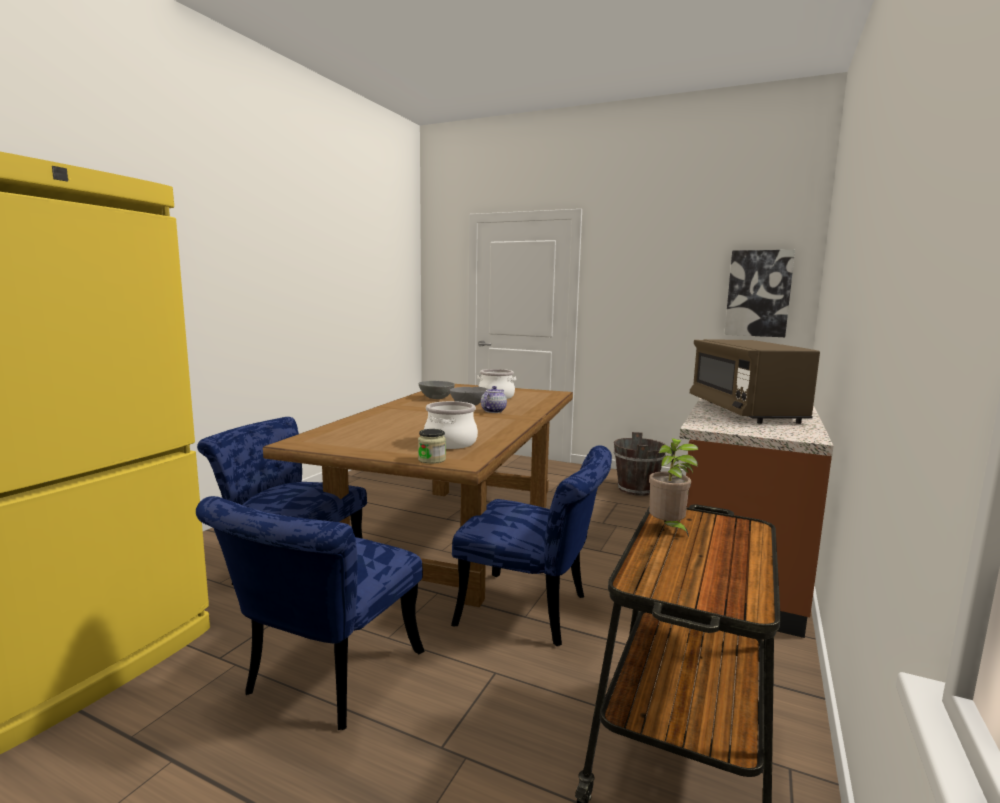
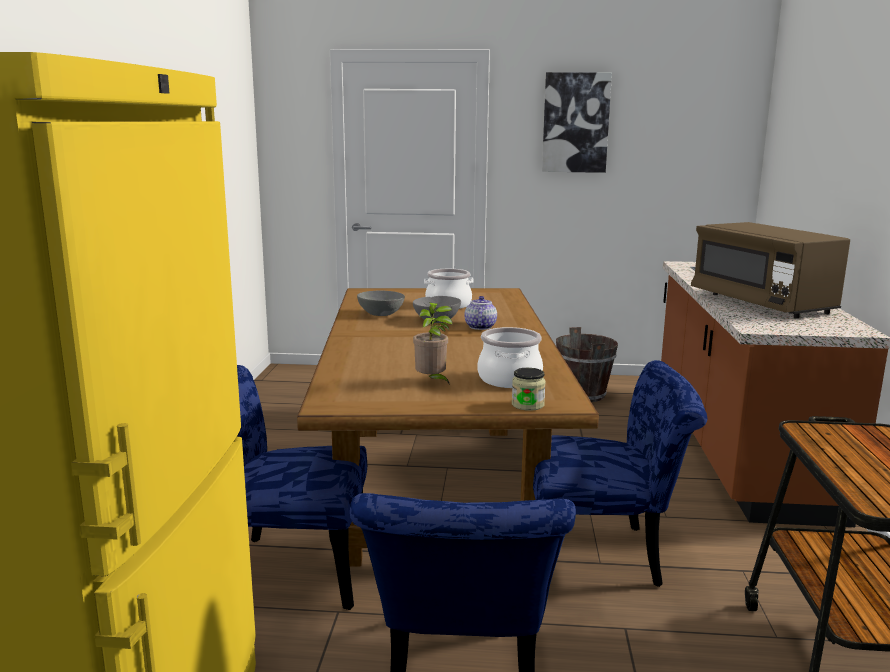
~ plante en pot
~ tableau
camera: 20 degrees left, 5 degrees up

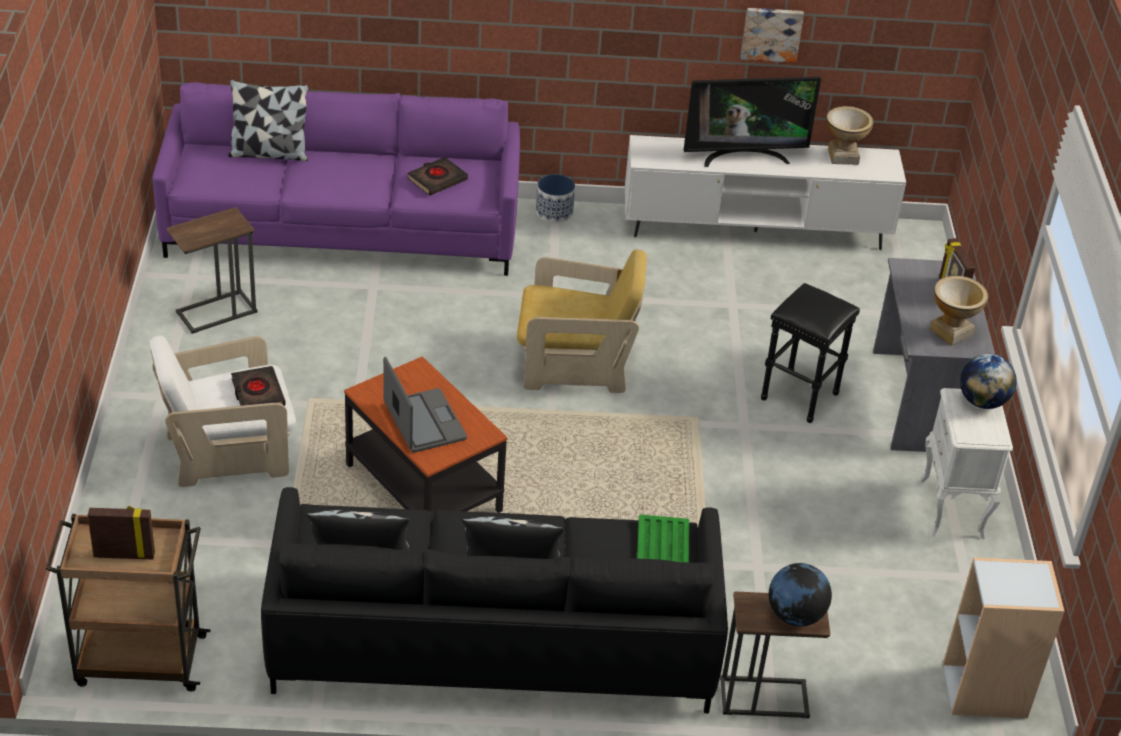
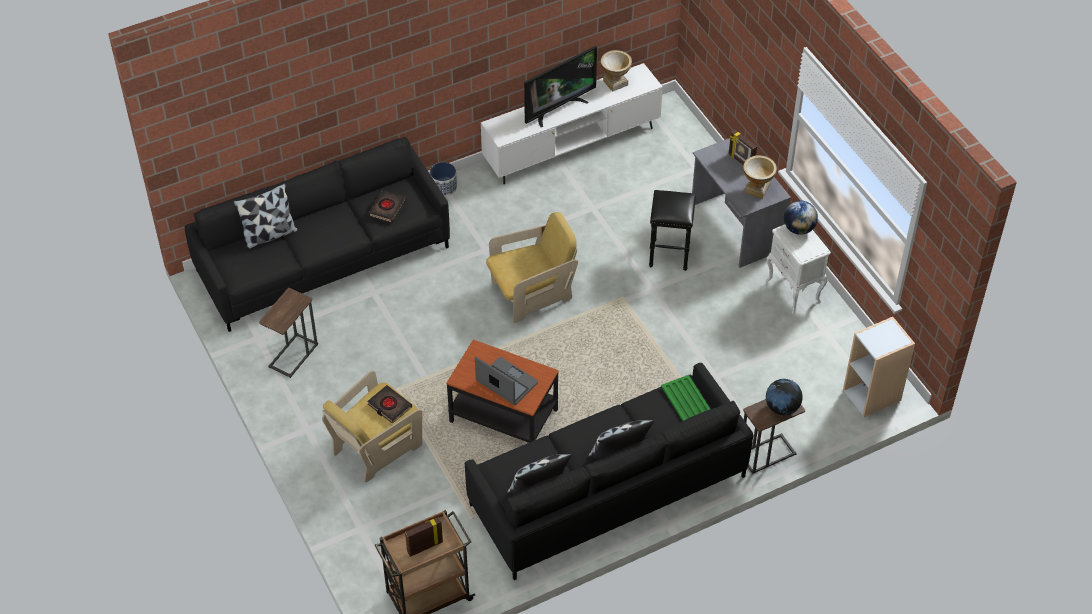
- tableau
~ fauteuil [blanc] to fauteuil [jaune] (no. 1 from left)
~ canapé [violet] to canapé [noir] (no. 1 from left)
camera: 25 degrees left, 10 degrees up

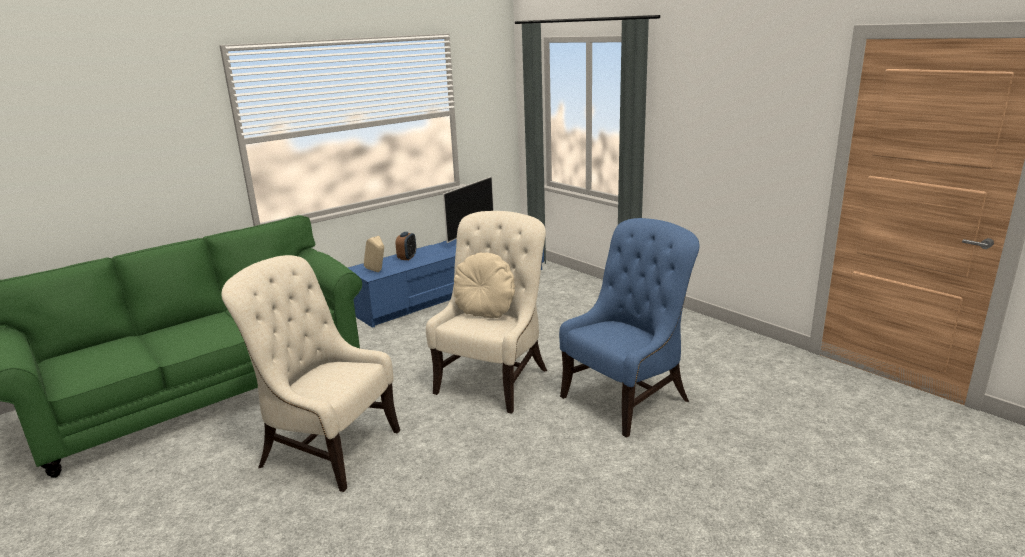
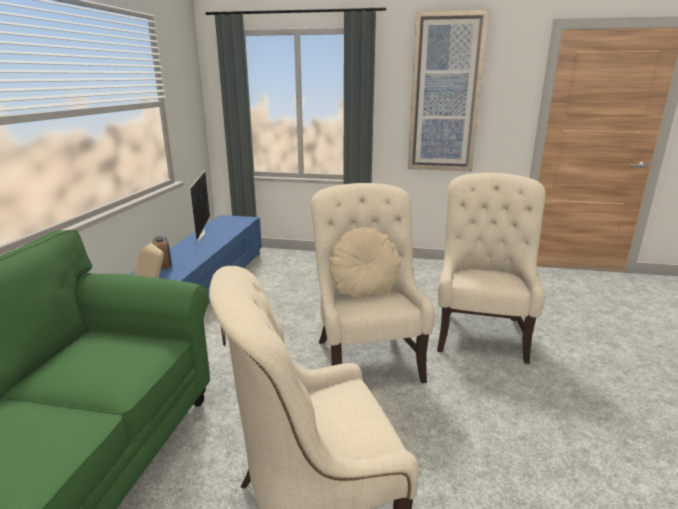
+ tableau
~ fauteuil [bleu] to fauteuil [beige] (no. 3 from left)
camera: 40 degrees left, 0 degrees up

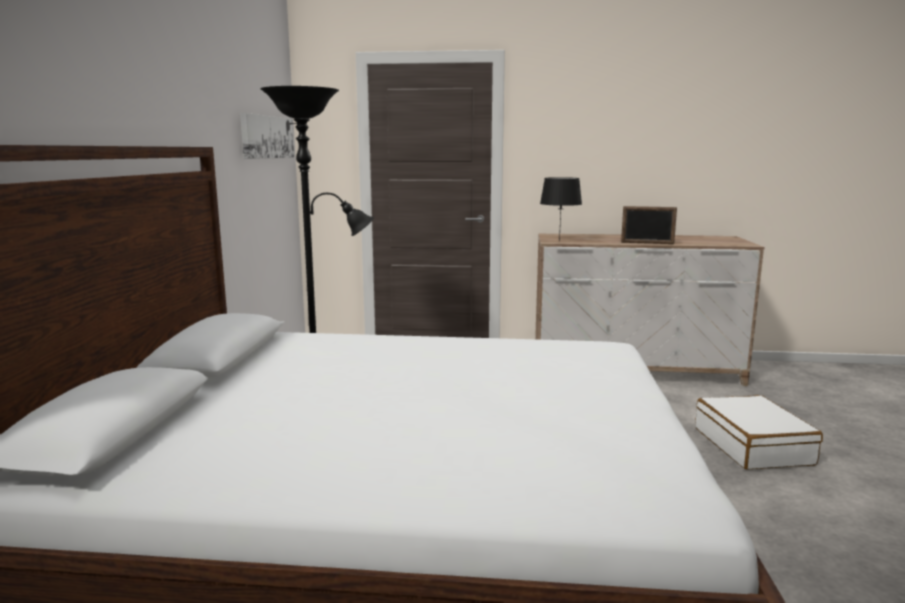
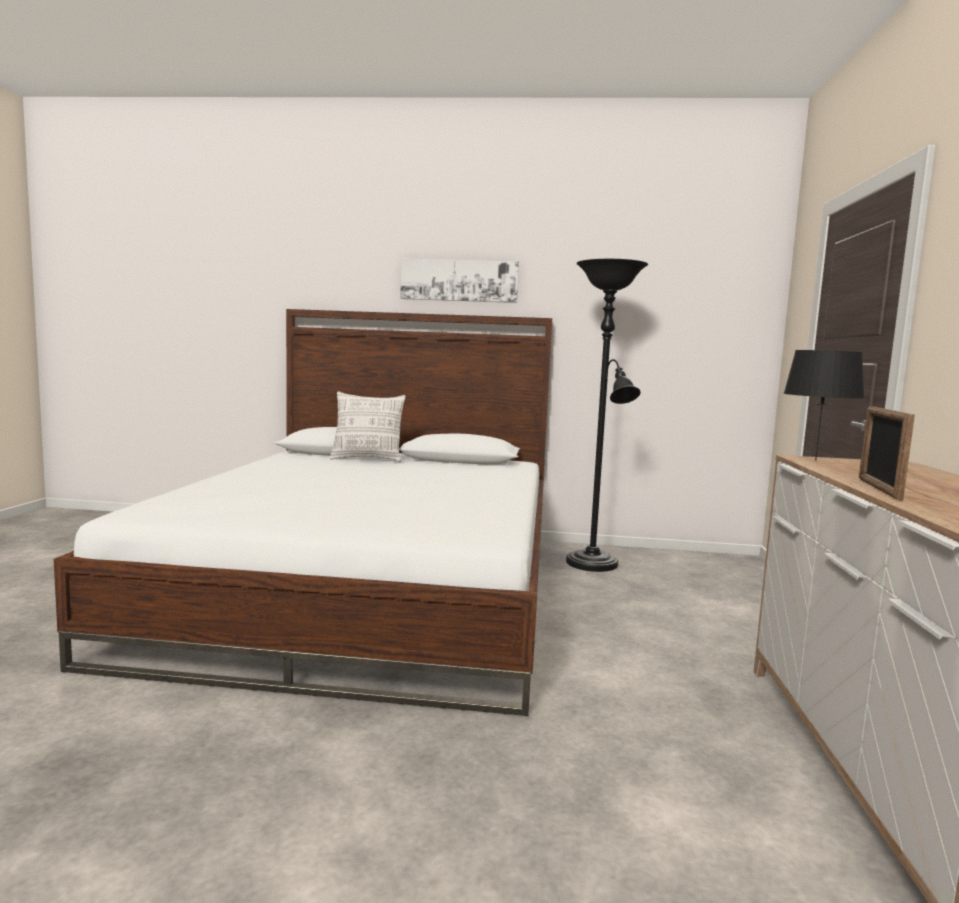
- valise [blanc]
+ coussin
~ tableau
camera: 90 degrees right, 5 degrees down

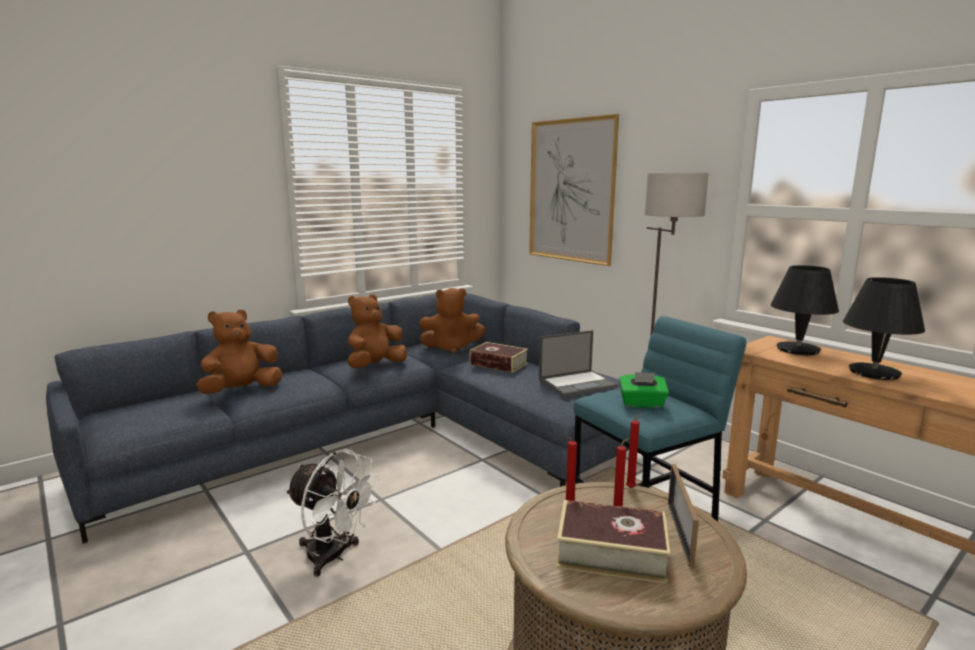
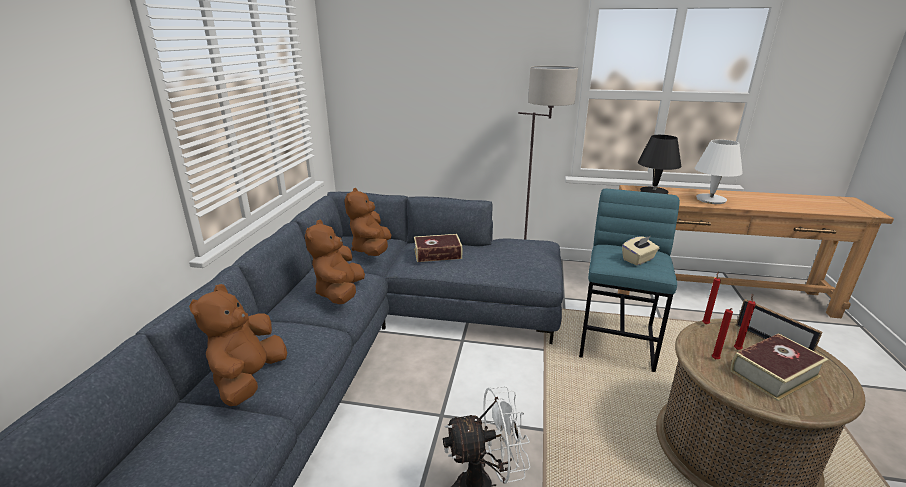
- tableau
- ordinateur portable
~ boîte à mouchoirs [vert] to boîte à mouchoirs [beige]
~ lampe de table [noir] (no. 2 from left) to lampe de table [blanc]
~ peluche [marron] (no. 3 from left) 135 degrees clockwise
camera: 40 degrees left, 10 degrees up

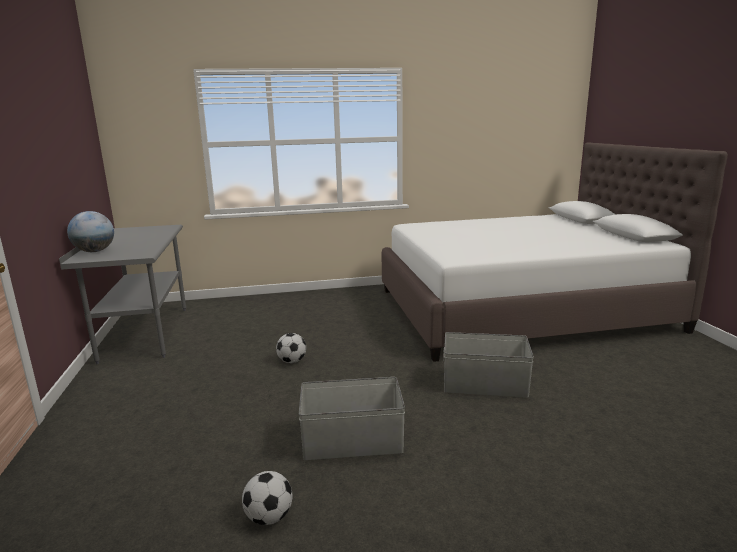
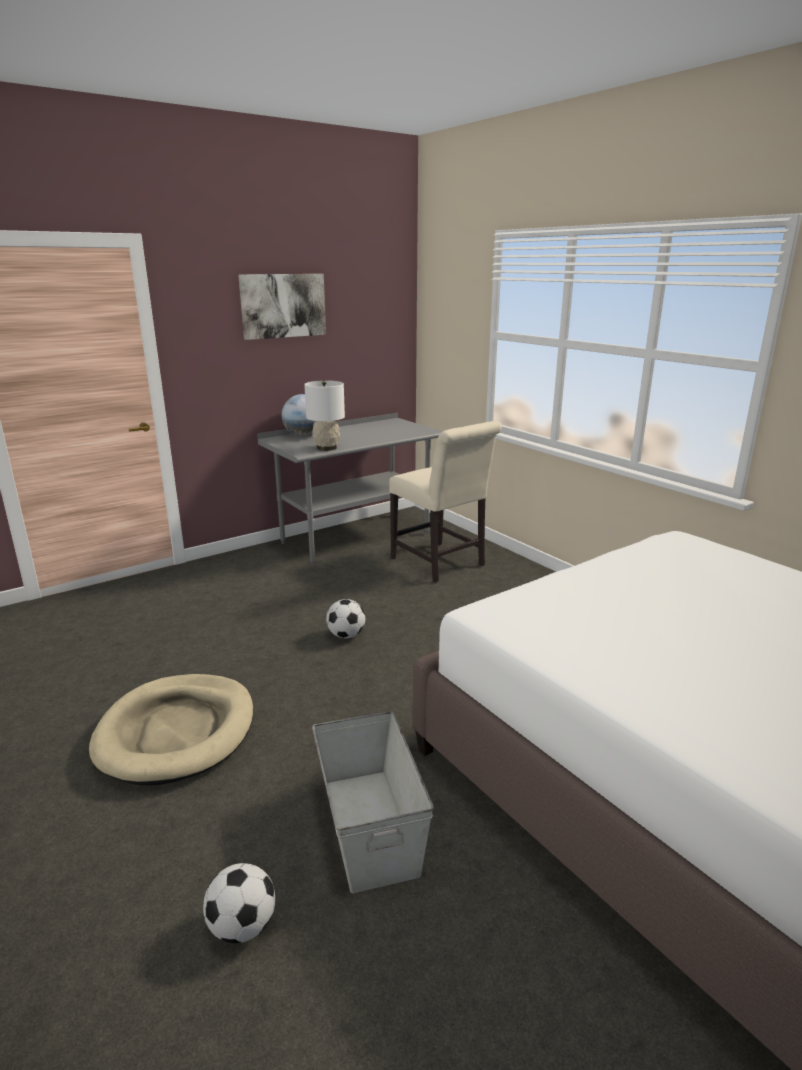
+ tableau
+ lampe de table [blanc]
+ chaise [beige]
~ ballon de foot (no. 1 from left)
~ boîte de rangement [gris] (no. 1 from left) to panier pour chien [beige]
camera: 65 degrees right, 5 degrees up

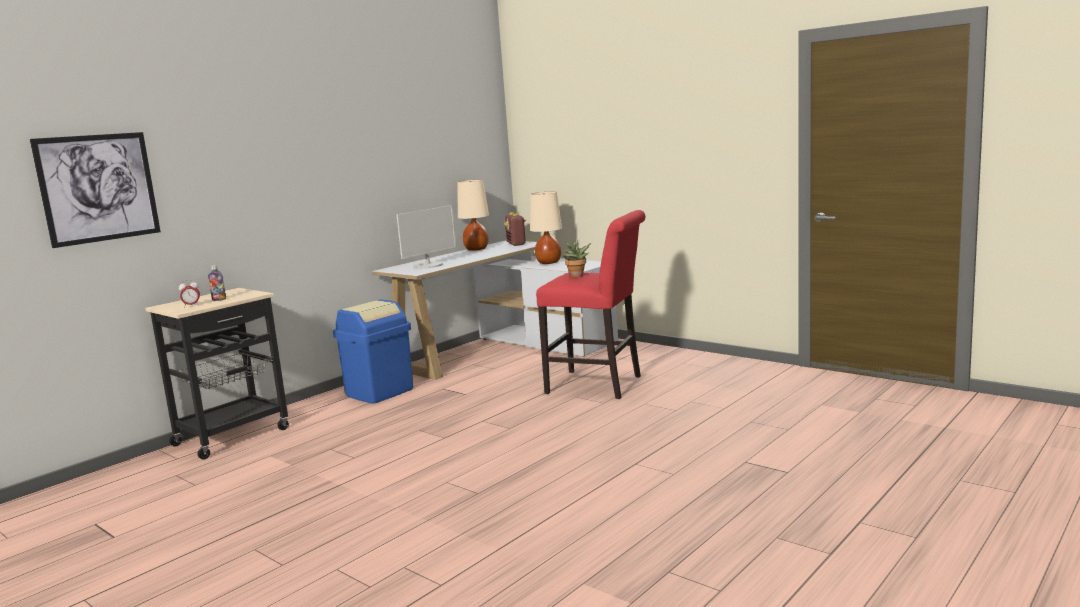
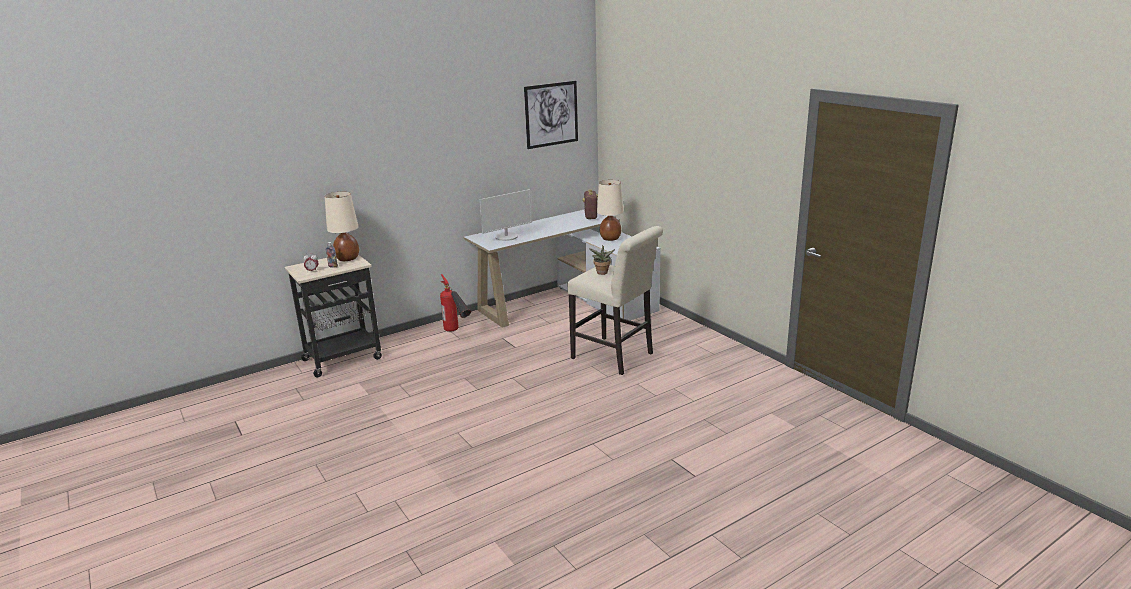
~ tableau
~ lampe de table [beige] (no. 1 from left)
~ poubelle [bleu] to extincteur
~ tabouret [rouge] to tabouret [beige]
camera: 15 degrees right, 10 degrees up

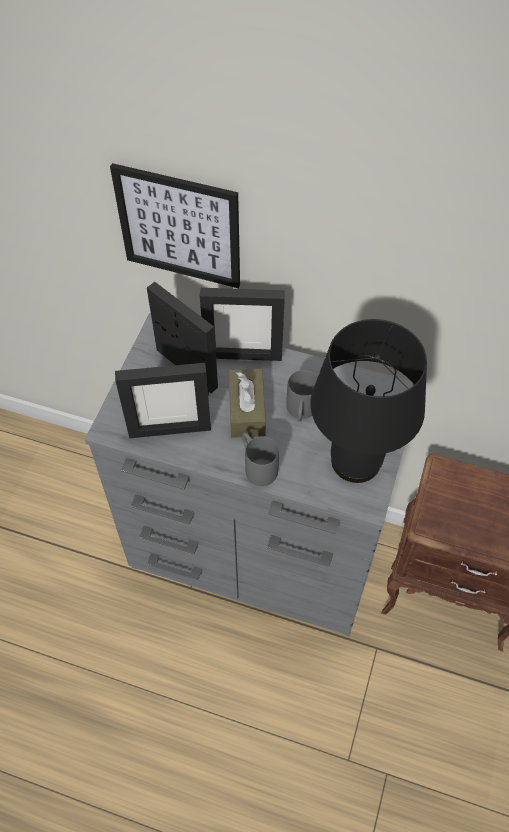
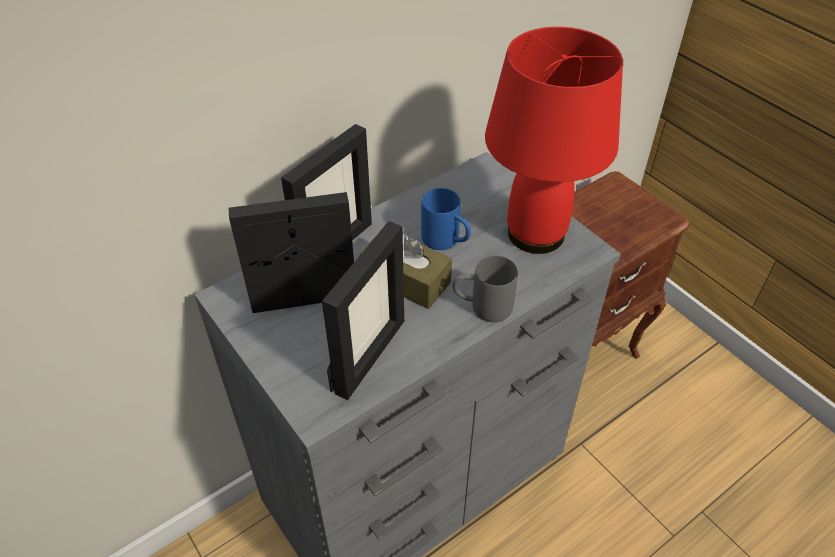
- tableau
~ mug [gris] (no. 2 from left) to mug [bleu]
~ lampe de table [noir] to lampe de table [rouge]
camera: 55 degrees left, 10 degrees down

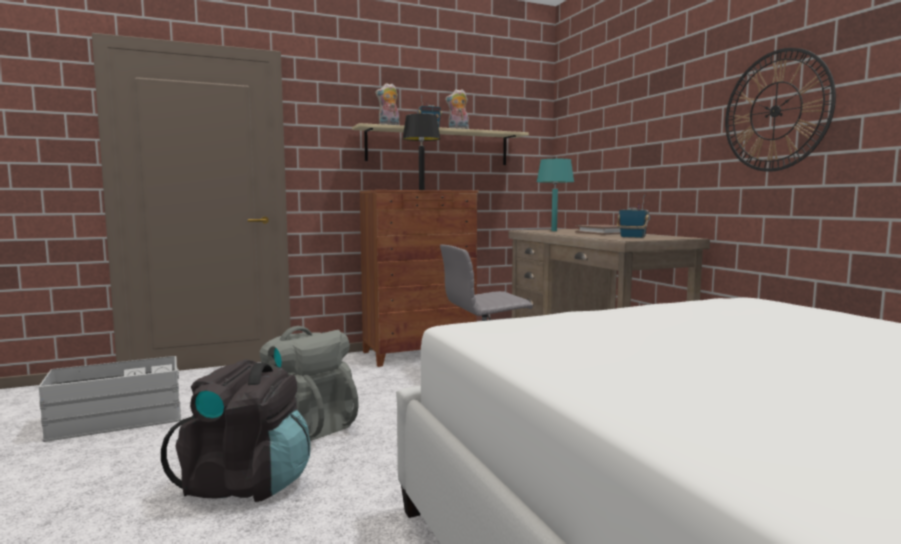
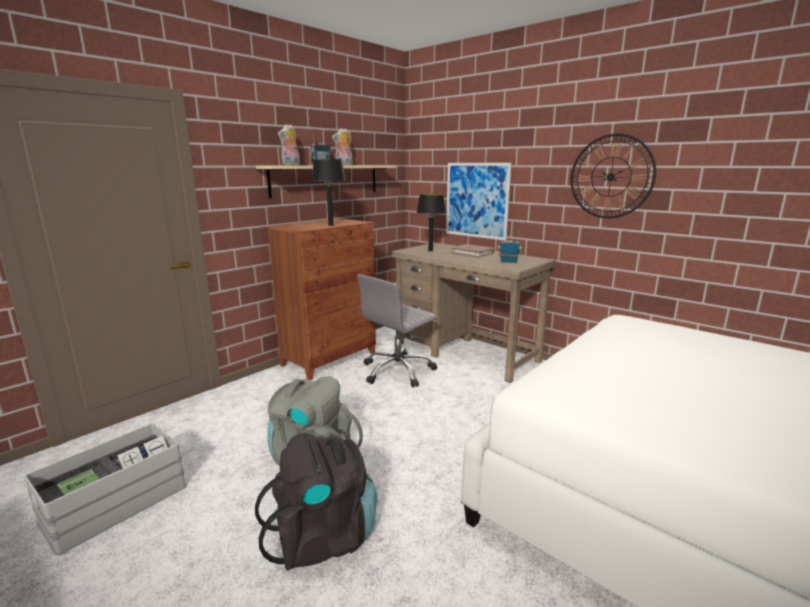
+ tableau
~ lampe de table [turquoise] to lampe de table [noir] (no. 2 from left)
camera: 25 degrees left, 10 degrees up

